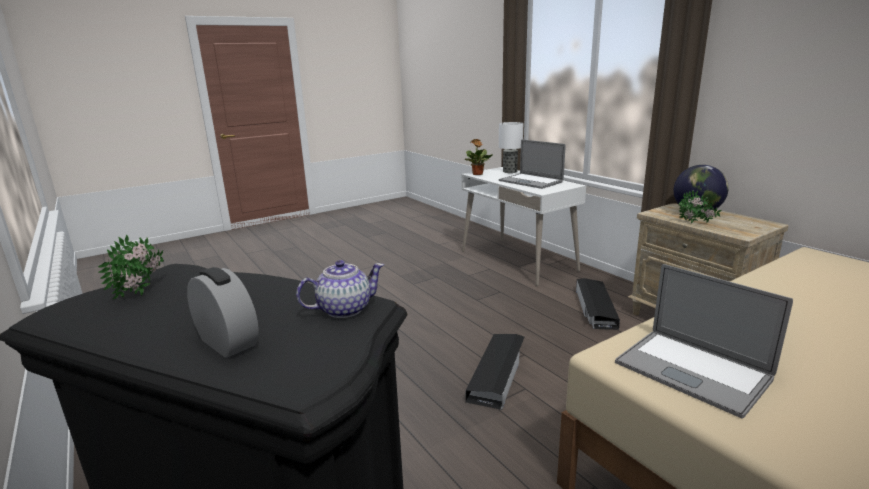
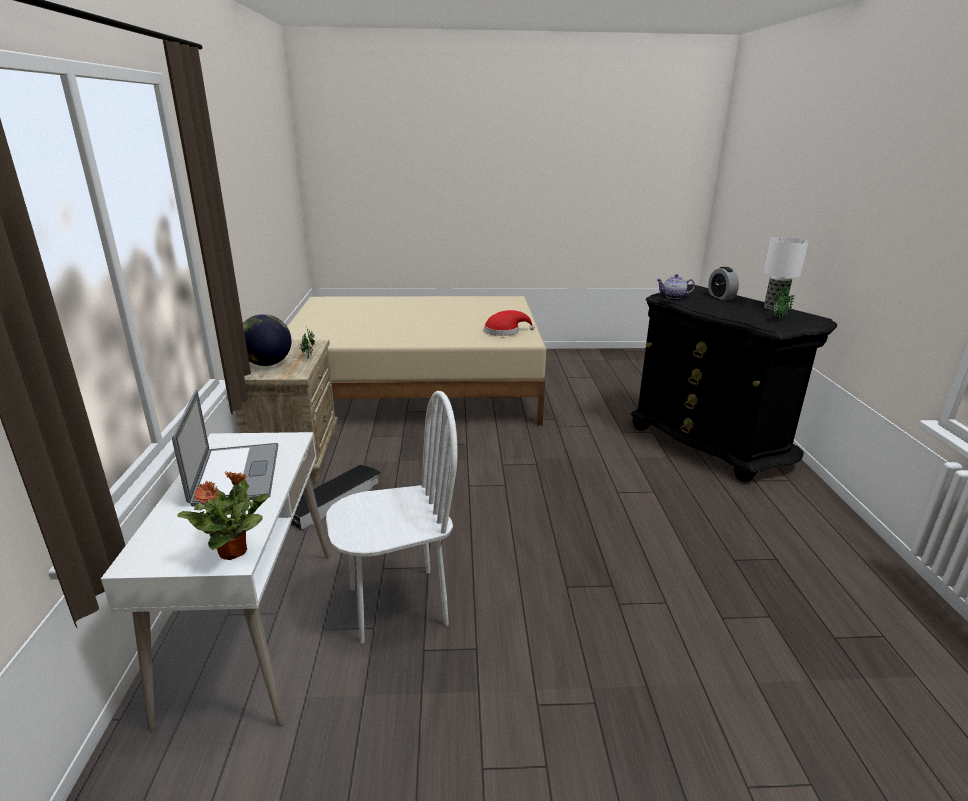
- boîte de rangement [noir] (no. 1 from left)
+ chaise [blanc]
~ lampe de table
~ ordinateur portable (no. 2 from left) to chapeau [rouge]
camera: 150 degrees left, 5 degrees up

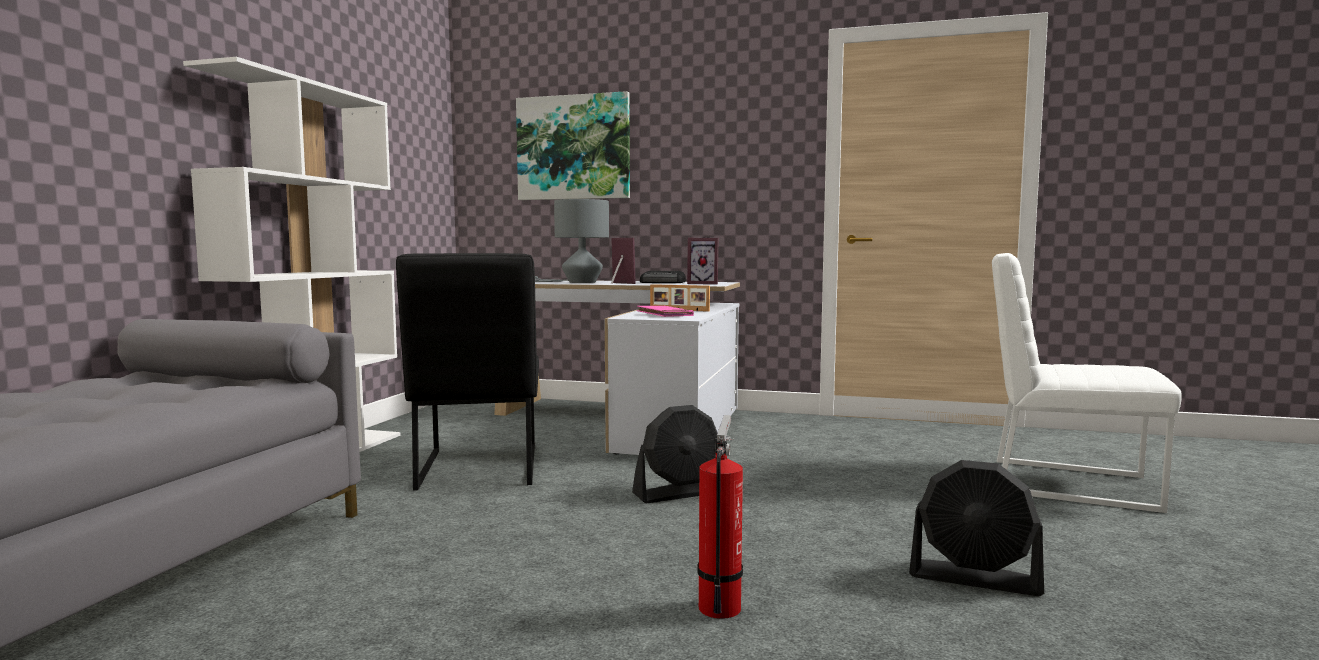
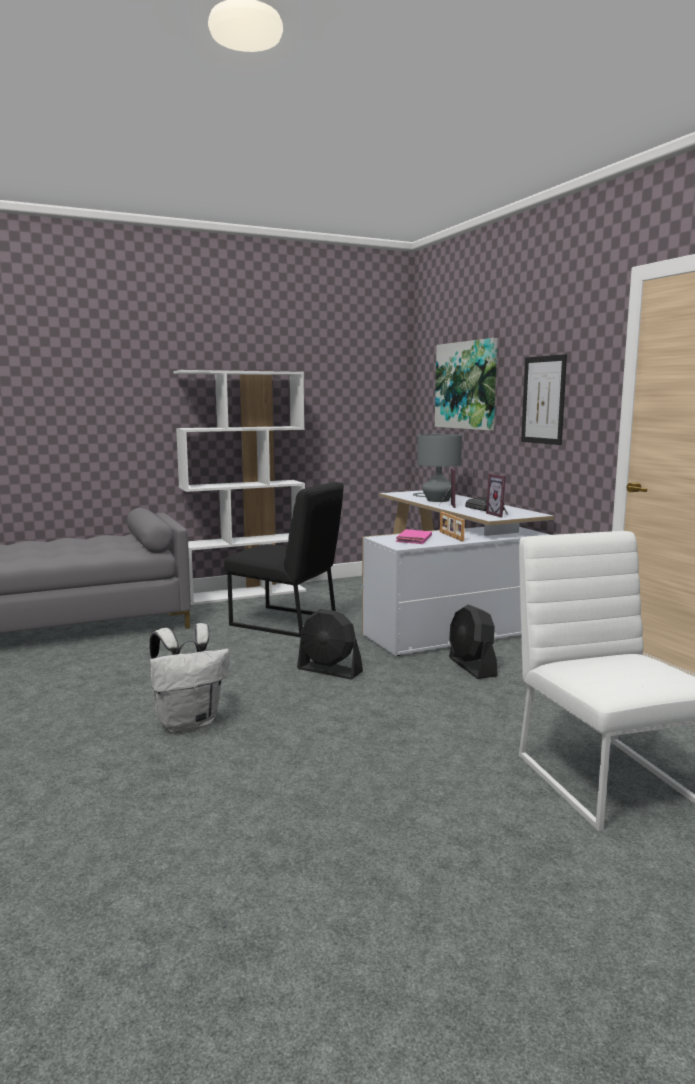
+ tableau (no. 2 from left)
~ ventilateur [noir] (no. 2 from left)
~ extincteur to sac à dos [blanc]
~ chaise [noir] 105 degrees counterclockwise
camera: 50 degrees right, 5 degrees up

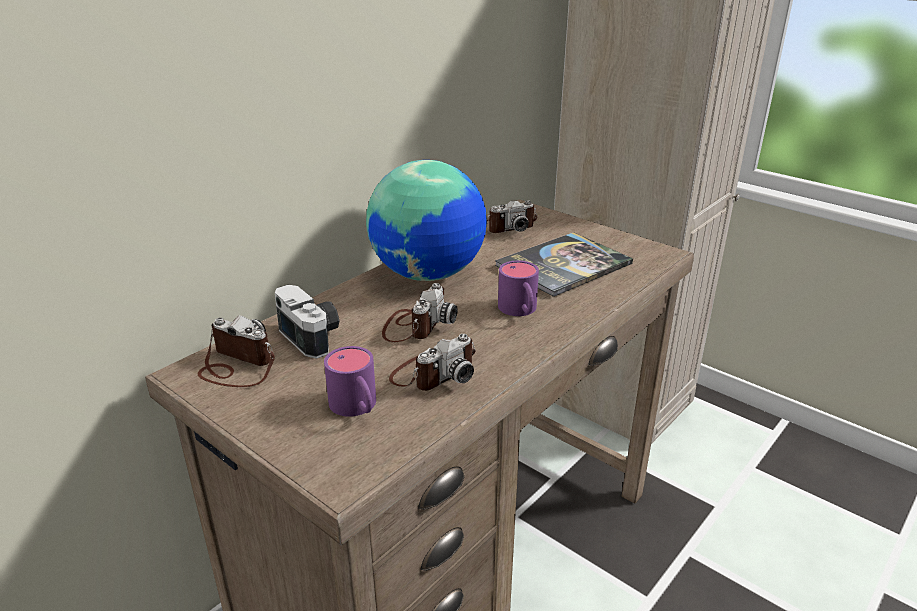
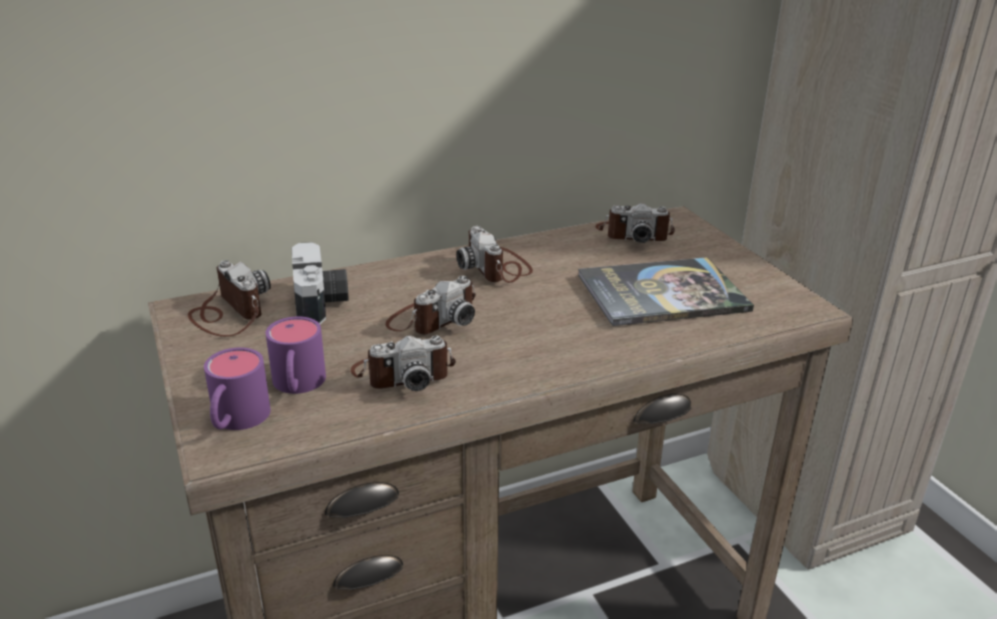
~ mug [violet] (no. 2 from left in the first image) to mug [violet] (no. 1 from left)
~ globe to appareil photo (no. 5 from left)
camera: 25 degrees right, 0 degrees up

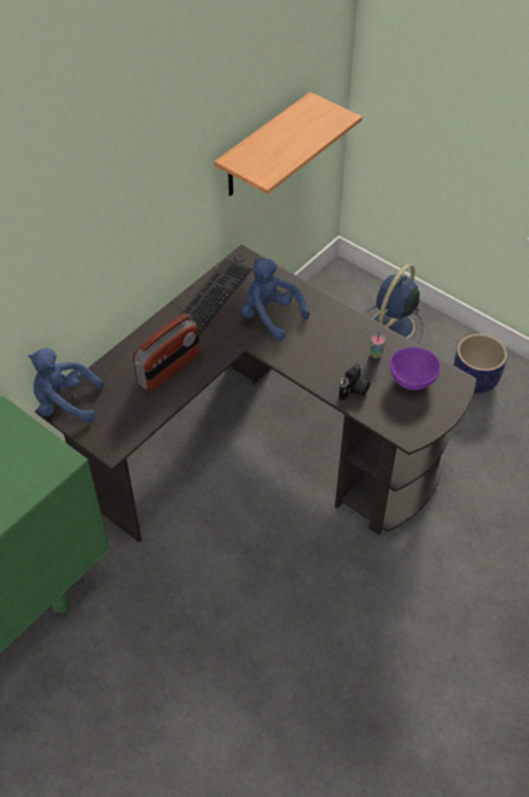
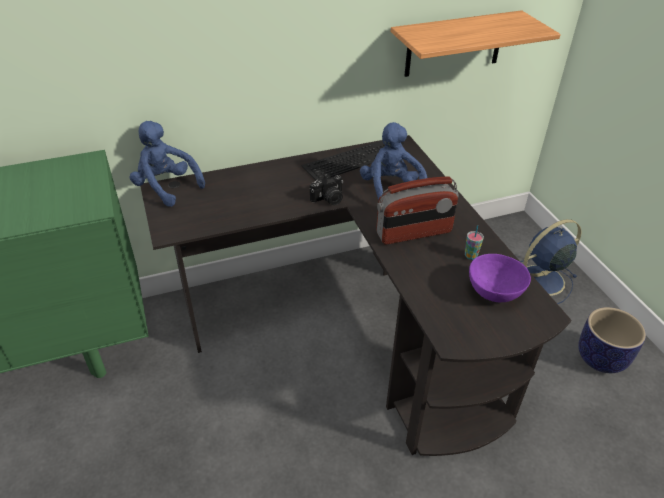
~ radio
~ appareil photo
camera: 30 degrees right, 10 degrees down

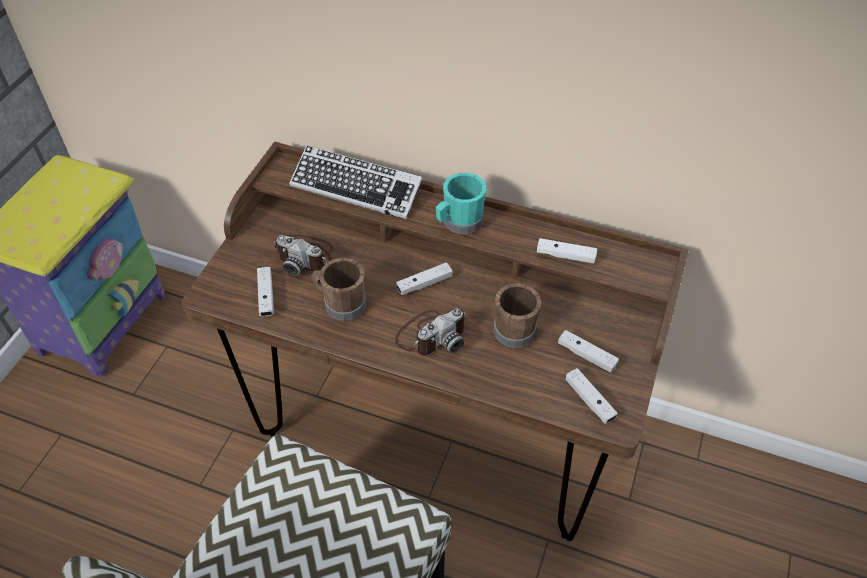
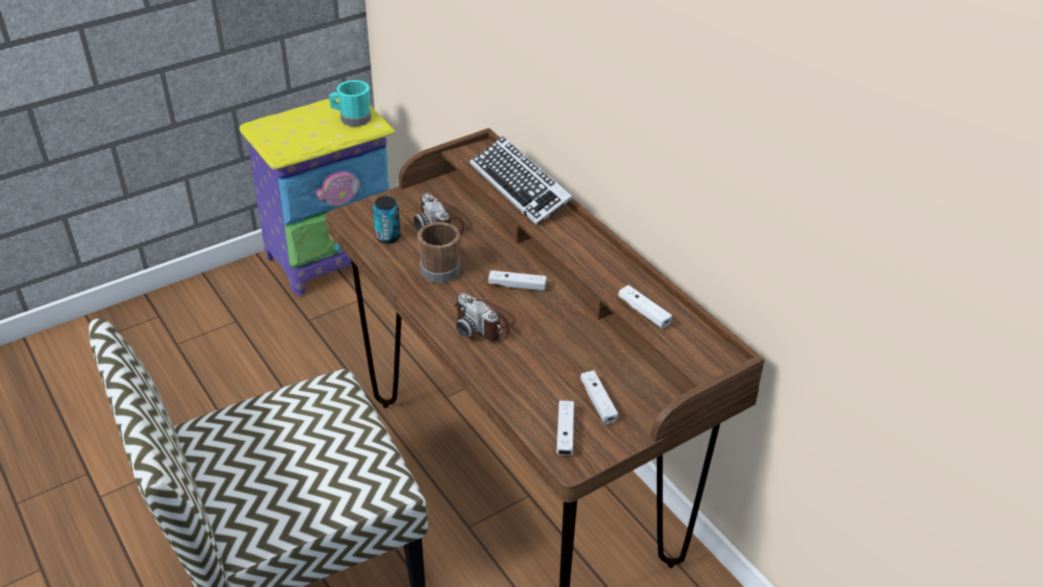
- mug [marron] (no. 2 from left)
~ mug [turquoise]
~ manette [blanc] (no. 1 from left) to boîte métallique
~ appareil photo (no. 2 from left) 45 degrees clockwise
camera: 35 degrees right, 10 degrees down

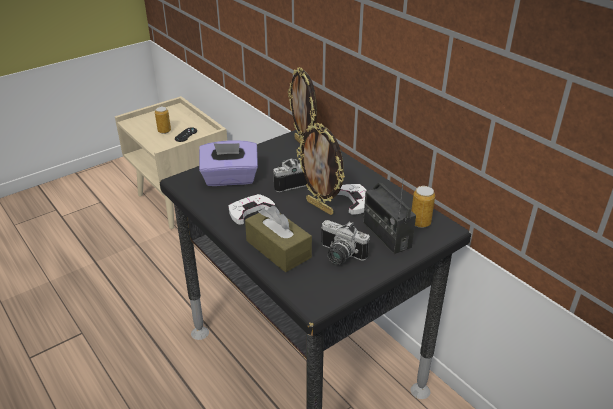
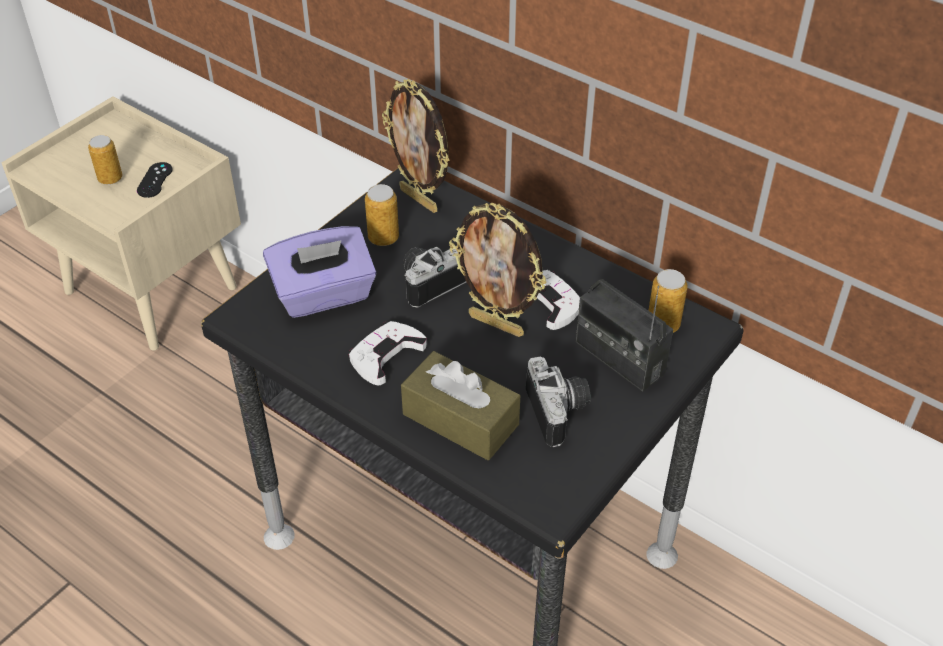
+ boîte métallique (no. 2 from left)
~ appareil photo (no. 2 from left) 120 degrees counterclockwise
camera: 15 degrees left, 10 degrees up

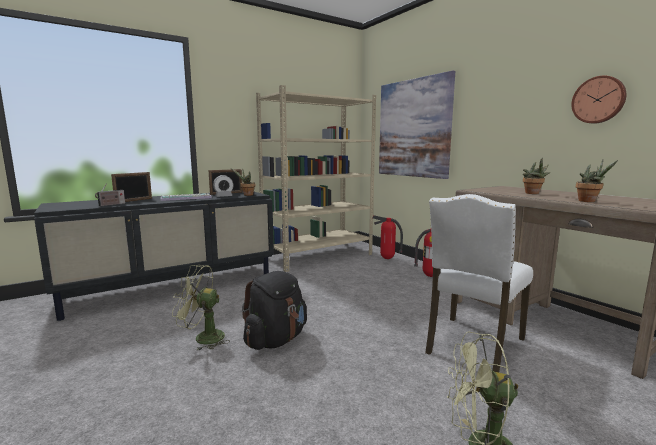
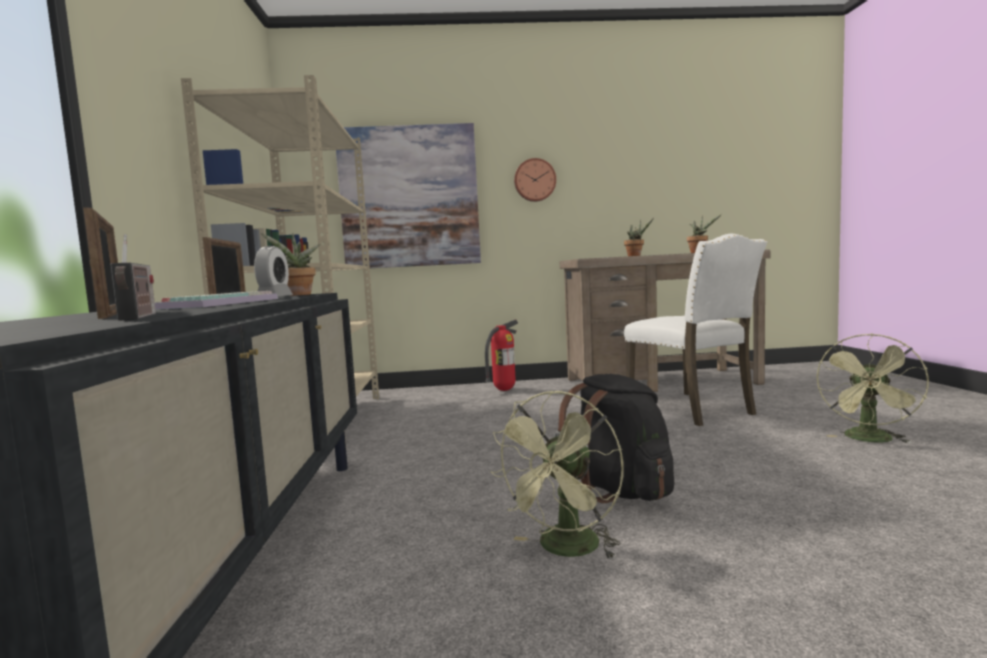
- extincteur (no. 1 from left)
~ horloge murale
camera: 60 degrees left, 5 degrees down

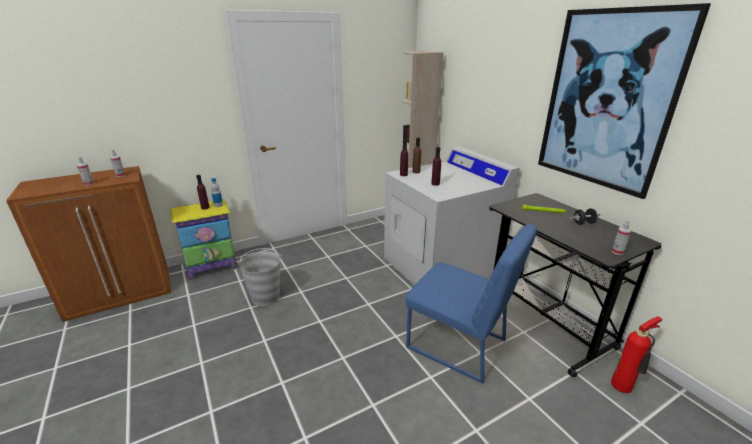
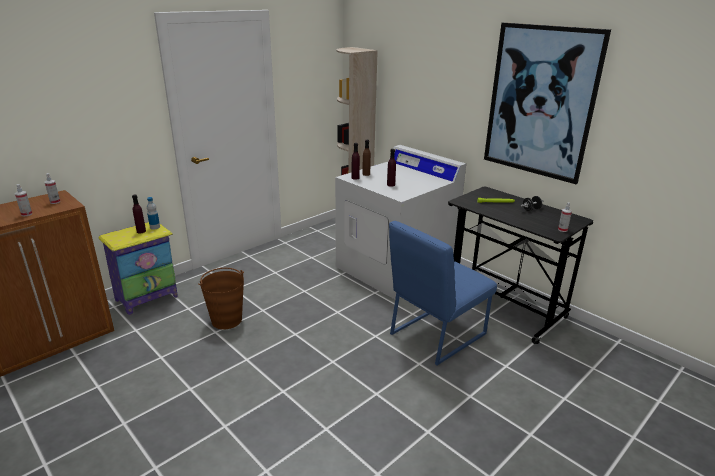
- extincteur
~ seau [gris] to seau [marron]
~ chaise [bleu] 120 degrees clockwise
camera: 15 degrees left, 0 degrees up

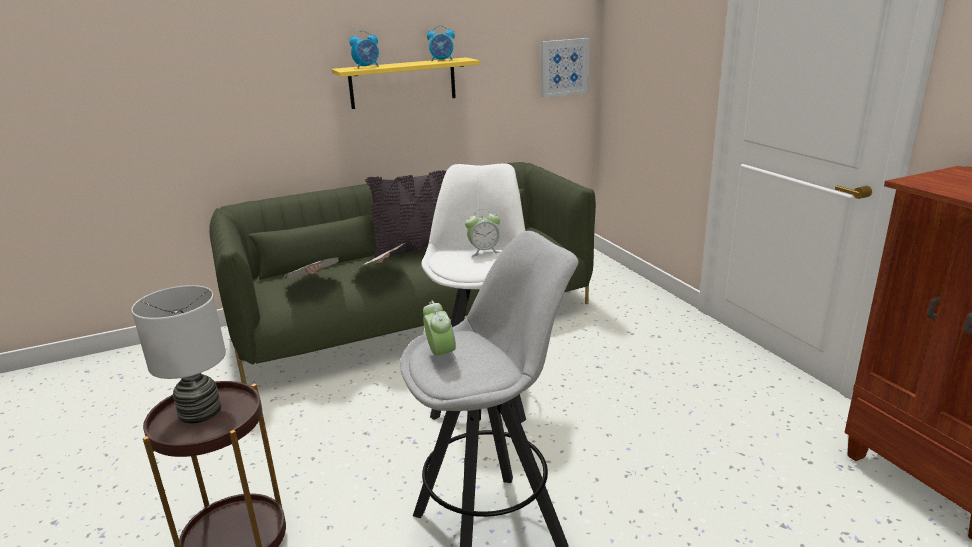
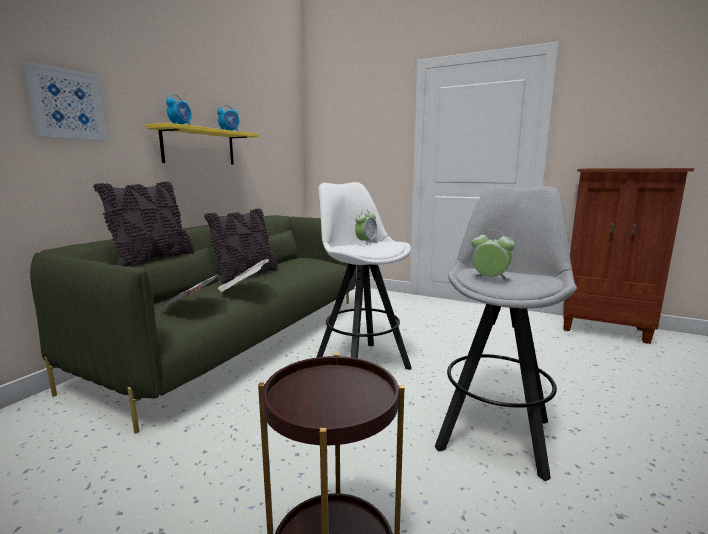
- lampe de table [gris]
+ coussin [noir] (no. 1 from left)
~ tableau
camera: 40 degrees left, 10 degrees down

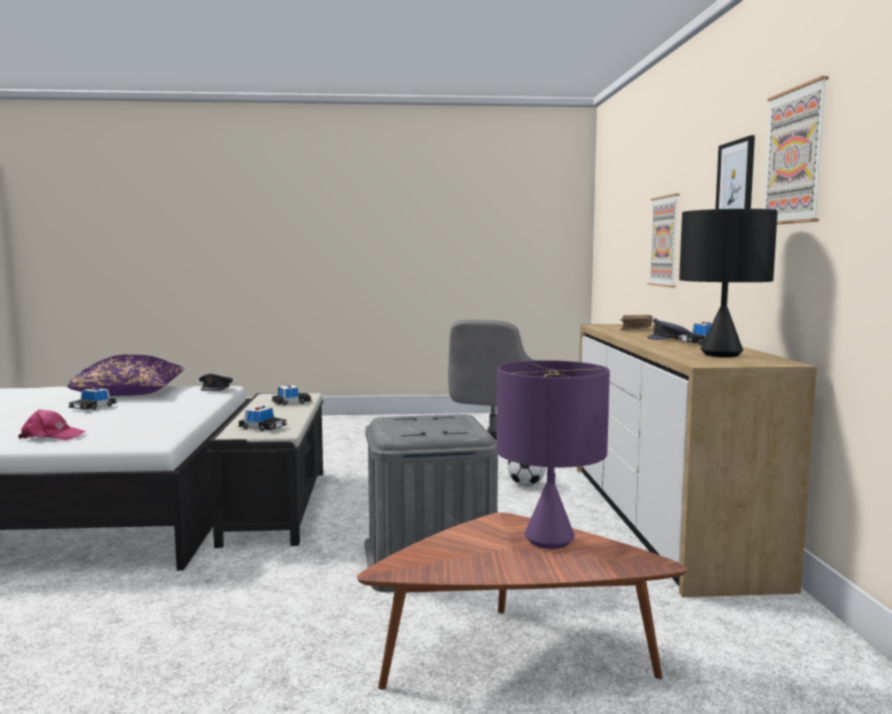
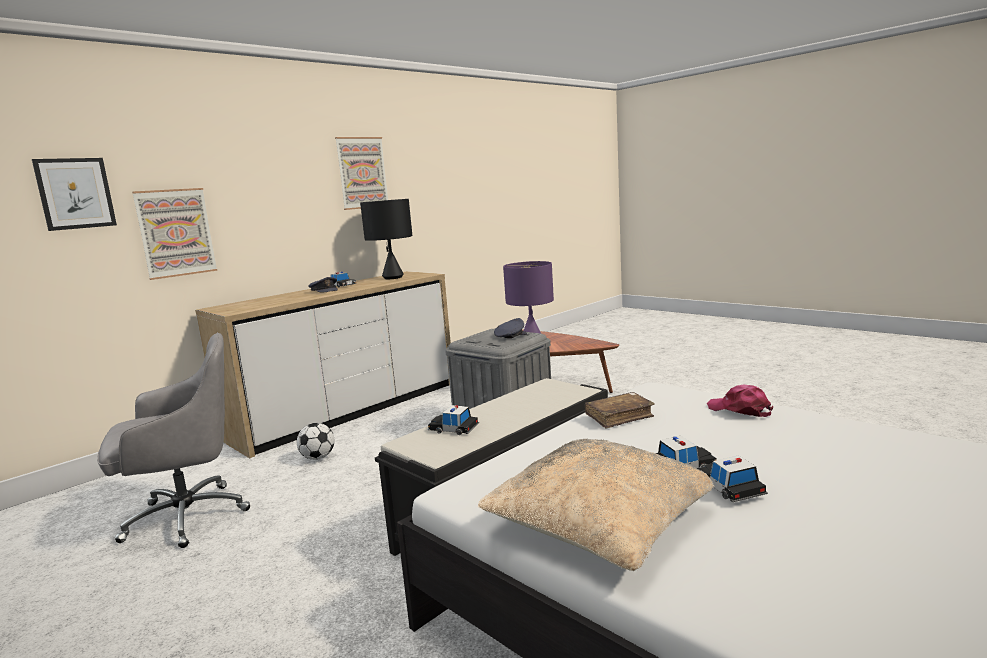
~ casquette [gris] (no. 1 from left in the first image) to casquette [gris] (no. 2 from left)
~ petite voiture (no. 2 from left in the first image) to petite voiture (no. 4 from left)
~ livre [marron]
~ tableau (no. 2 from left in the first image) to tableau (no. 1 from left)
~ coussin [violet] to coussin [beige]
camera: 130 degrees left, 5 degrees up

